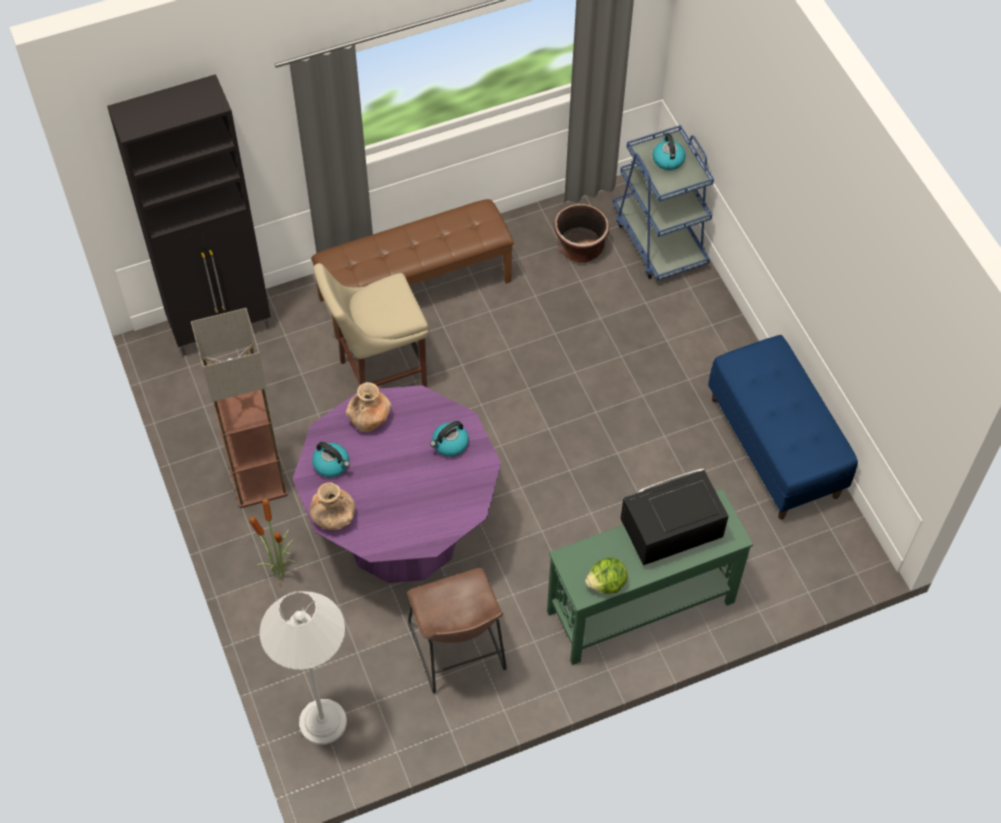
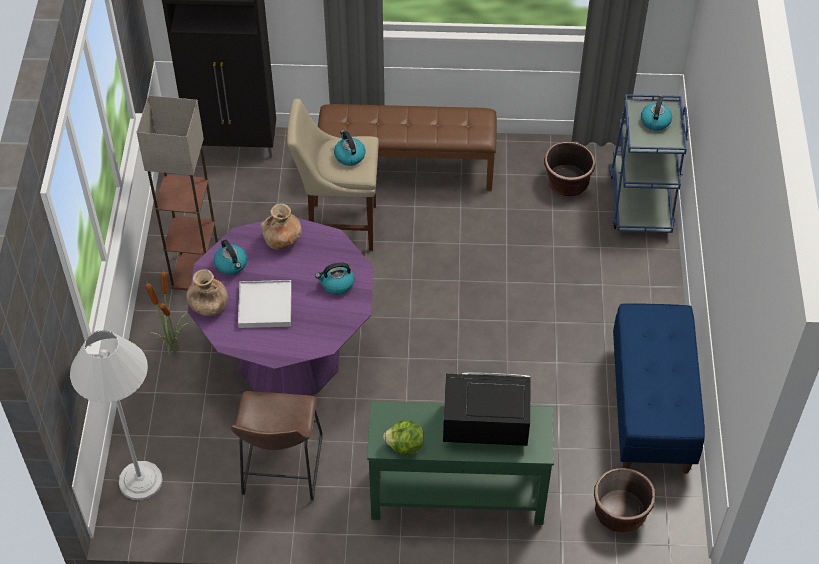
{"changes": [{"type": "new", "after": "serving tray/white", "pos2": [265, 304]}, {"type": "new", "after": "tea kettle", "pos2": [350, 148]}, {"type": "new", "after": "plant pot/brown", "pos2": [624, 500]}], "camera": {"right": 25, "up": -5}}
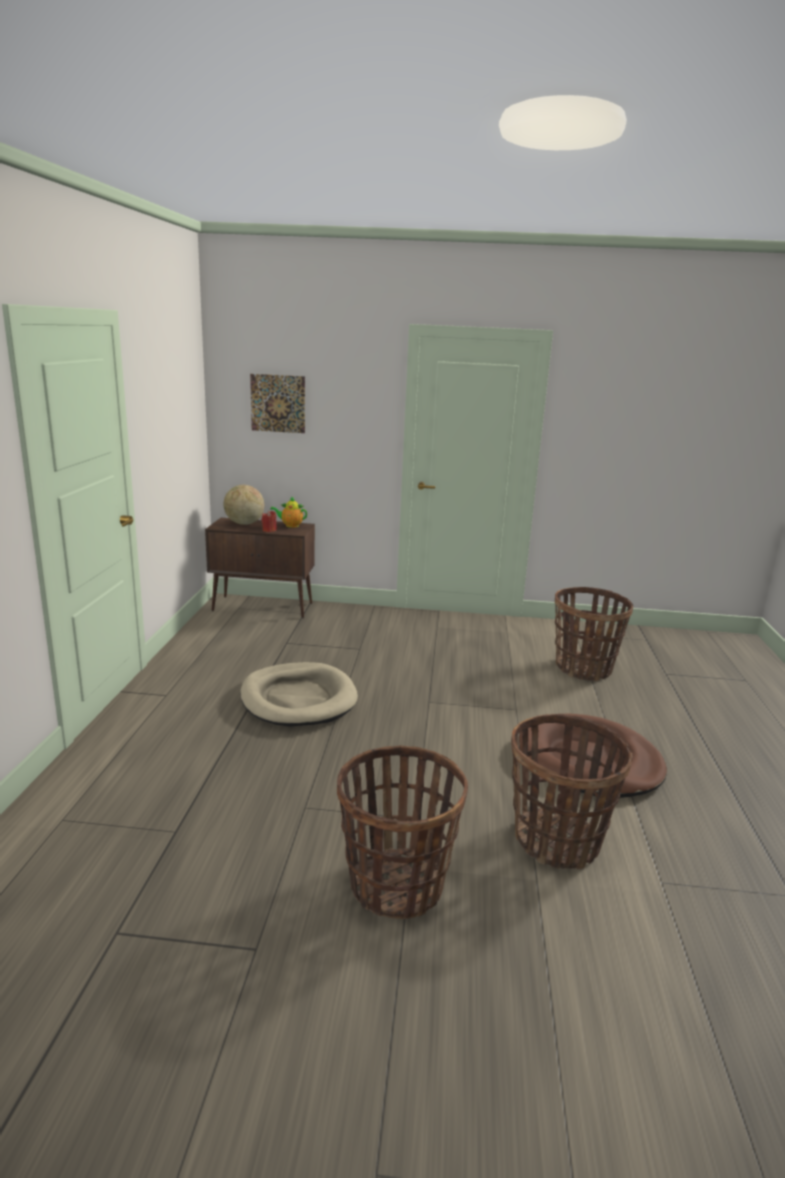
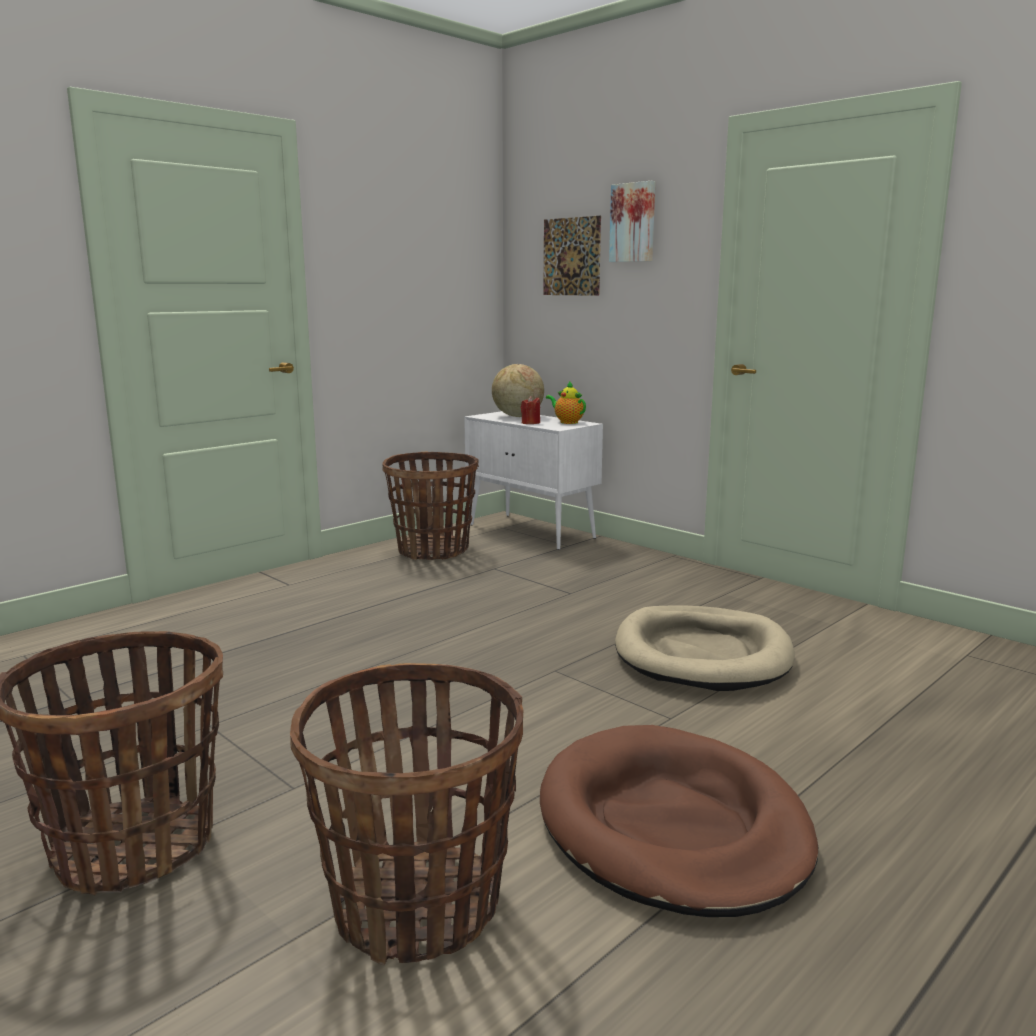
{"changes": [{"type": "shifted", "before": "household basket", "pos1": [594, 634], "pos2": [430, 506]}, {"type": "repainted", "before": "storage cabinet/brown", "after": "storage cabinet/white", "pos1": [260, 568], "pos2": [533, 480]}, {"type": "new", "after": "wall art", "pos2": [632, 221]}, {"type": "shifted", "before": "dog cushion/beige-coloured", "pos1": [299, 694], "pos2": [705, 648]}], "camera": {"right": 40, "up": -5}}
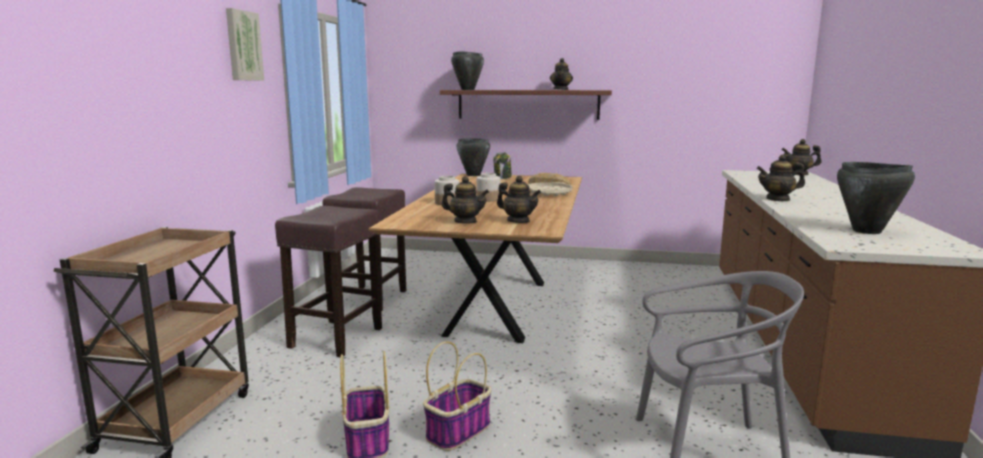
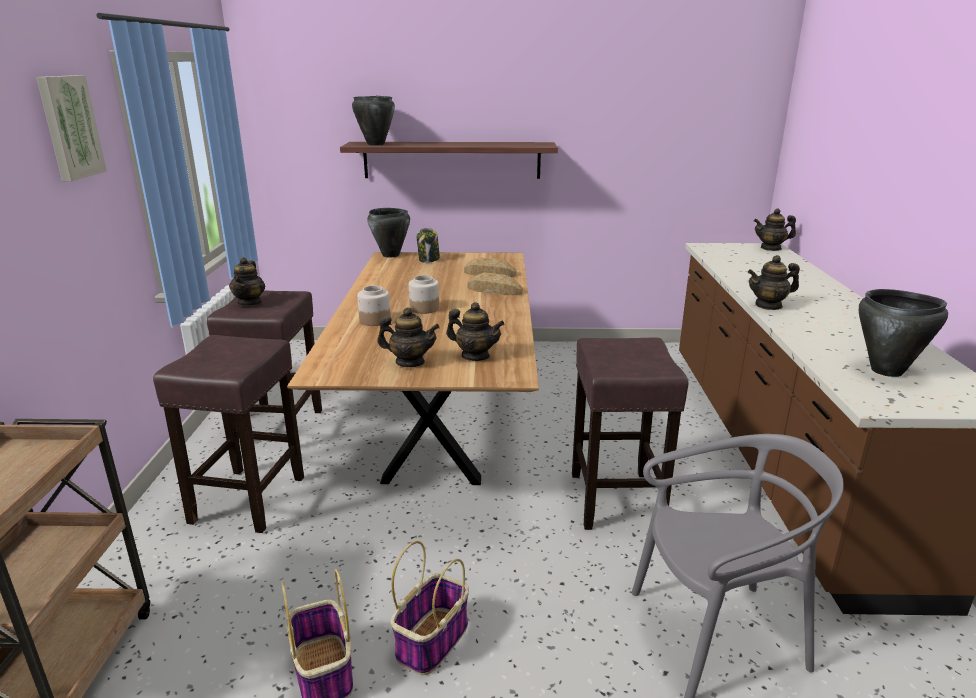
{"changes": [{"type": "shifted", "before": "tea pot", "pos1": [561, 74], "pos2": [247, 281]}, {"type": "swapped", "before": "serving tray/beige-coloured", "after": "bread", "pos1": [550, 189], "pos2": [495, 284]}, {"type": "new", "after": "stool/brown", "pos2": [630, 433]}], "camera": {"right": -10, "up": 10}}
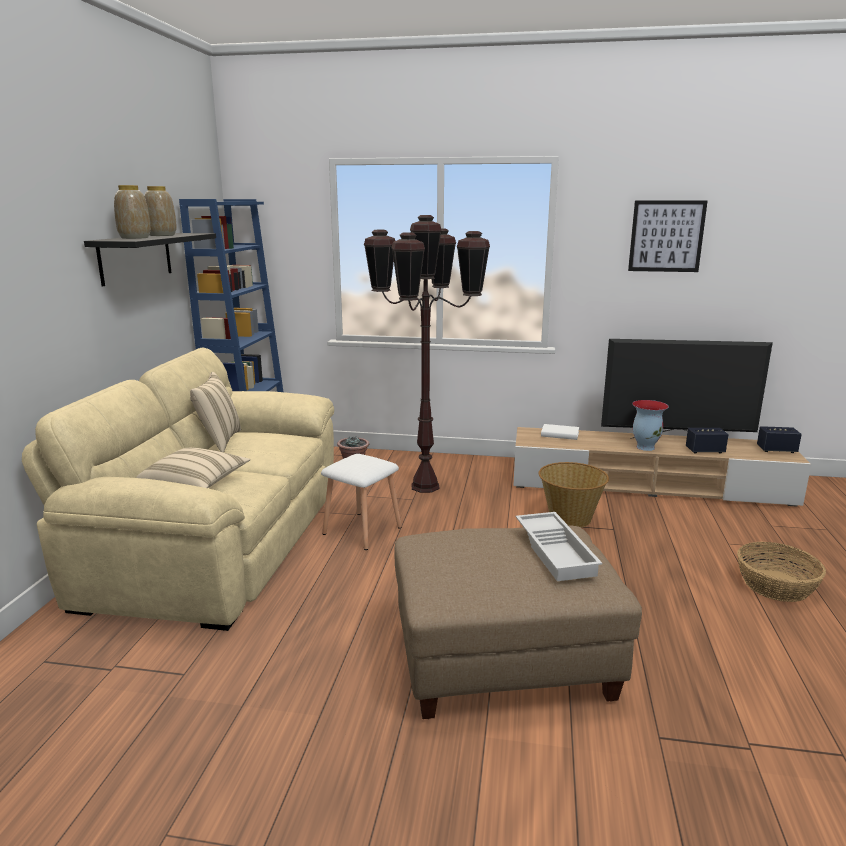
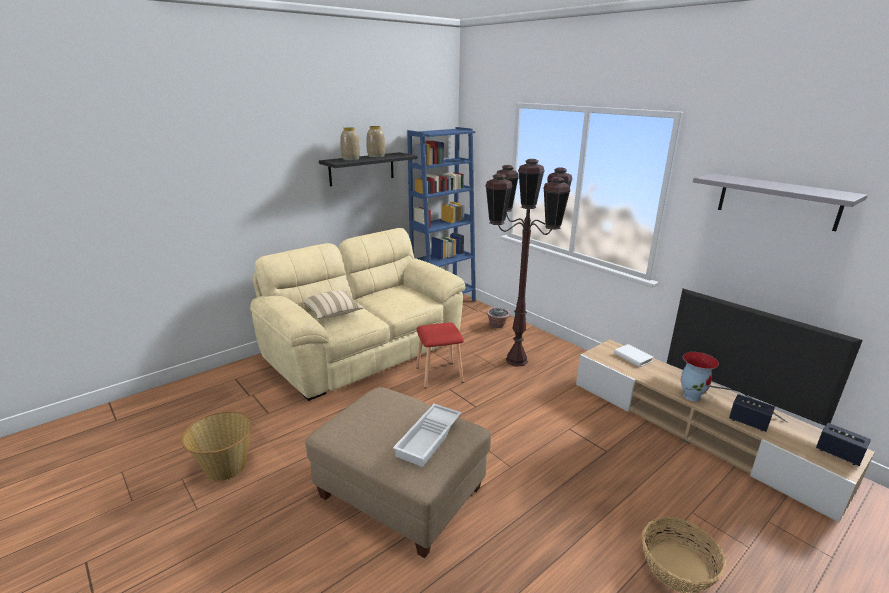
{"changes": [{"type": "shifted", "before": "household basket", "pos1": [574, 495], "pos2": [216, 446]}, {"type": "repainted", "before": "stool/white", "after": "stool/reddish", "pos1": [361, 502], "pos2": [440, 355]}, {"type": "swapped", "before": "wall art", "after": "bracket shelf/grey", "pos1": [668, 236], "pos2": [780, 202]}, {"type": "gone", "before": "pillow/beige-coloured", "pos1": [215, 412]}], "camera": {"right": 40, "up": 5}}
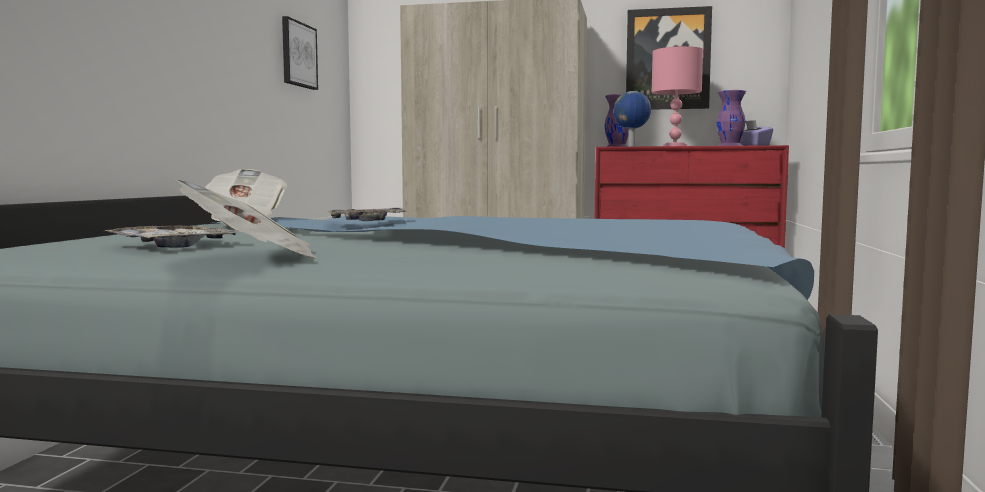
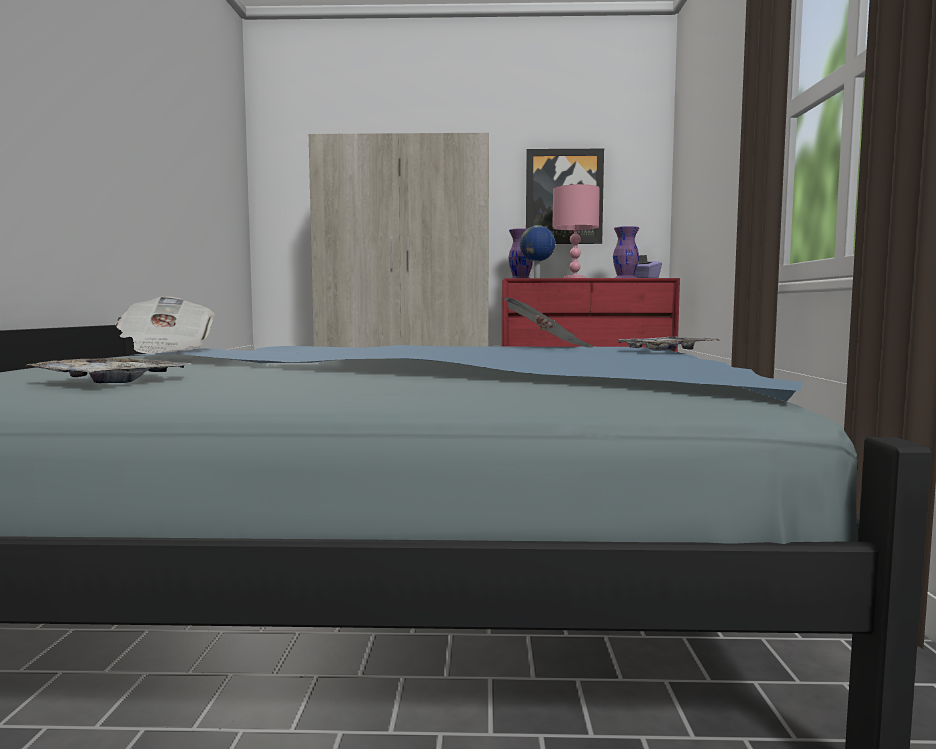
{"changes": [{"type": "shifted", "before": "printed paper", "pos1": [245, 218], "pos2": [548, 322]}, {"type": "shifted", "before": "serving tray", "pos1": [367, 214], "pos2": [668, 343]}, {"type": "gone", "before": "wall art", "pos1": [300, 53]}], "camera": {"right": -10, "up": 0}}
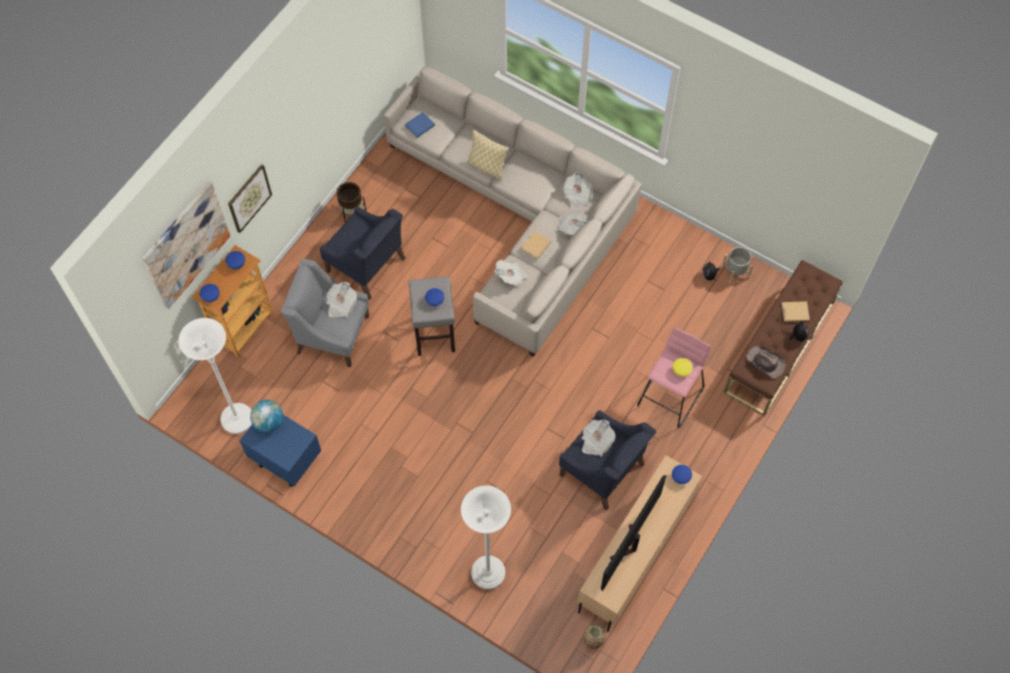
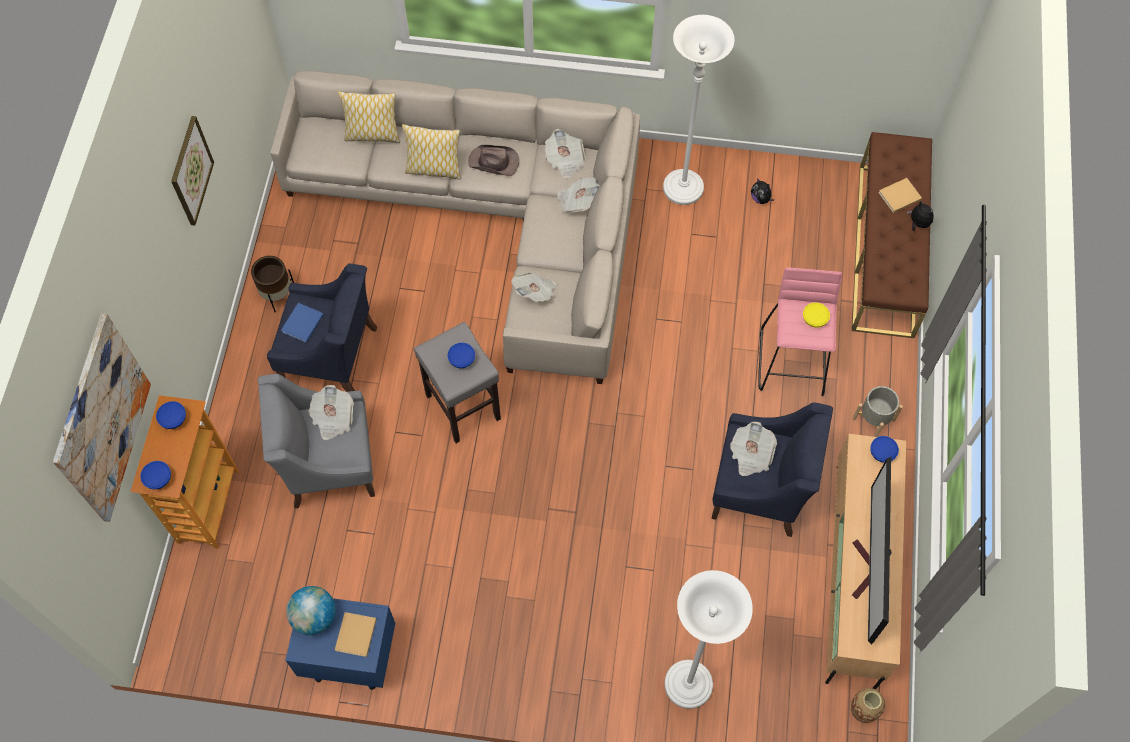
{"changes": [{"type": "shifted", "before": "wall art", "pos1": [250, 198], "pos2": [192, 171]}, {"type": "shifted", "before": "book/blue-coloured", "pos1": [420, 125], "pos2": [302, 323]}, {"type": "shifted", "before": "book/beige-coloured", "pos1": [536, 245], "pos2": [356, 634]}, {"type": "new", "after": "pillow", "pos2": [369, 117]}, {"type": "shifted", "before": "clothing hat/brown", "pos1": [766, 362], "pos2": [493, 160]}, {"type": "shifted", "before": "floor lamp/white", "pos1": [215, 376], "pos2": [698, 110]}, {"type": "shifted", "before": "plant pot/grey", "pos1": [737, 265], "pos2": [877, 411]}], "camera": {"right": -25, "up": 0}}
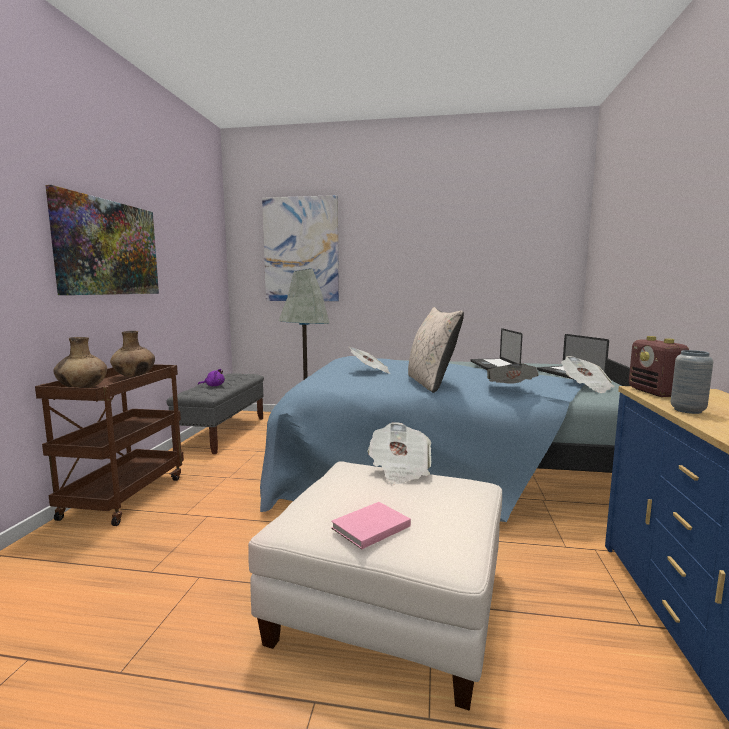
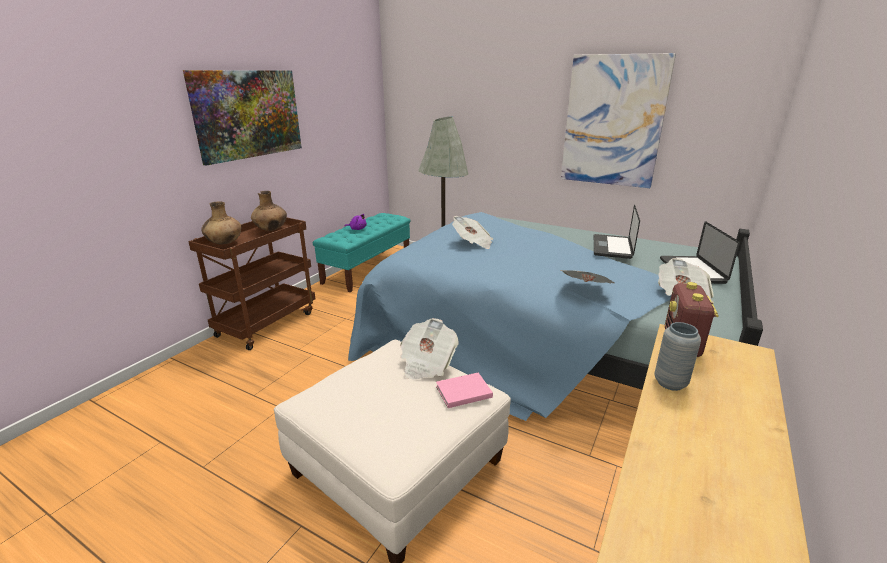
{"changes": [{"type": "repainted", "before": "long seat/grey", "after": "long seat/turquoise", "pos1": [215, 413], "pos2": [362, 252]}, {"type": "shifted", "before": "book/pink", "pos1": [371, 525], "pos2": [464, 390]}, {"type": "shifted", "before": "wall art", "pos1": [300, 248], "pos2": [618, 120]}, {"type": "gone", "before": "pillow/beige-coloured", "pos1": [436, 350]}], "camera": {"right": 20, "up": 15}}
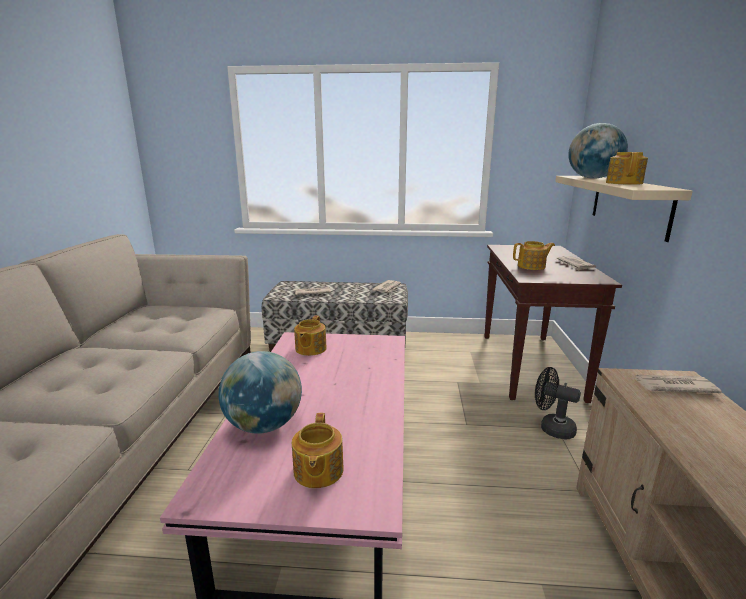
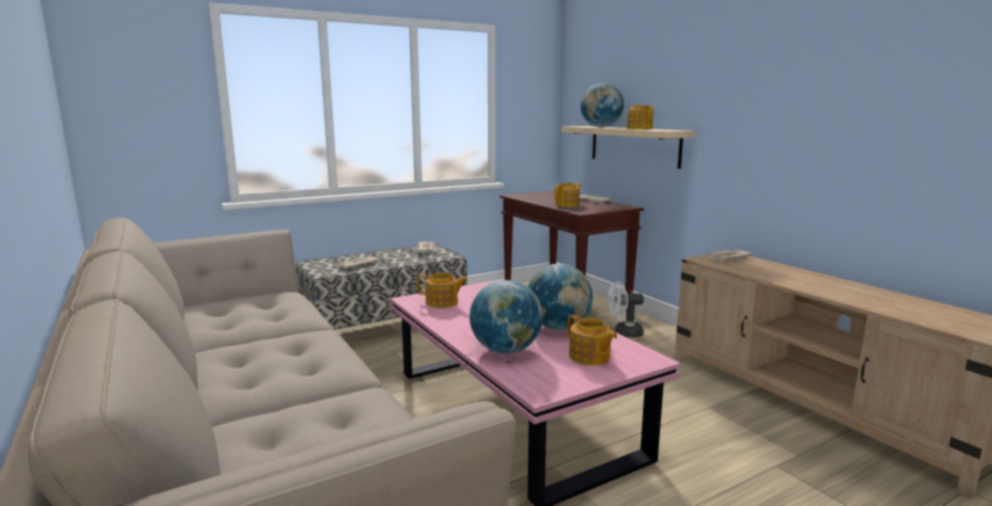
{"changes": [{"type": "rotated", "before": "tea pot", "pos1": [310, 336], "pos2": [442, 290], "turn": -60}, {"type": "new", "after": "desk globe", "pos2": [560, 297]}, {"type": "repainted", "before": "fan/black-coloured", "after": "fan/white", "pos1": [558, 403], "pos2": [626, 309]}], "camera": {"right": -35, "up": -5}}
